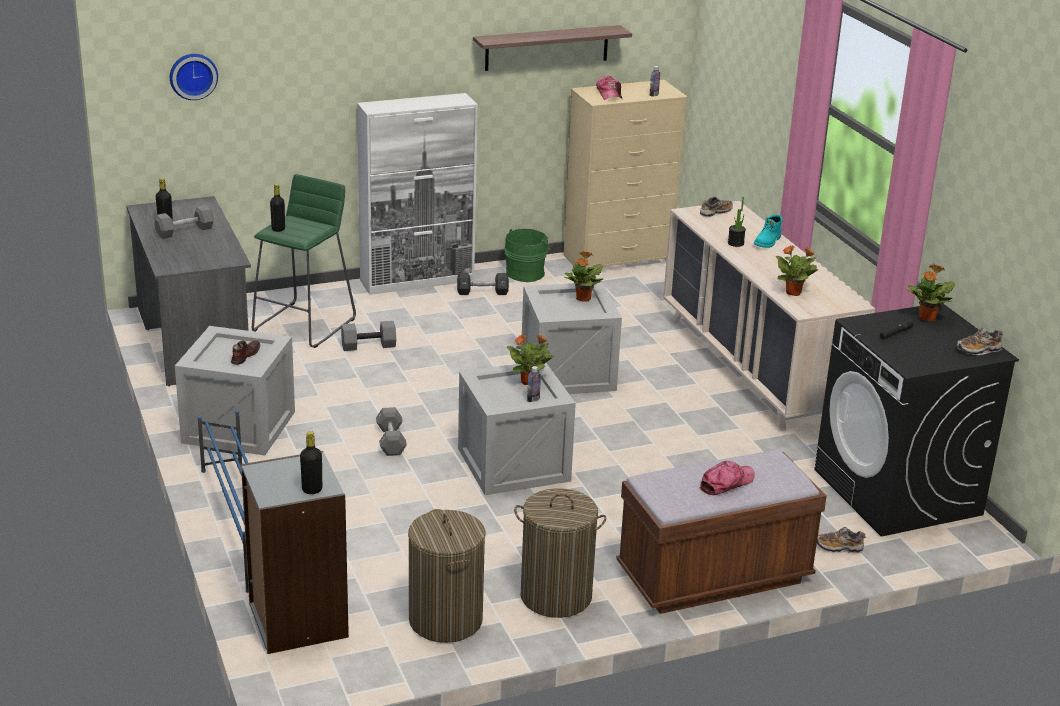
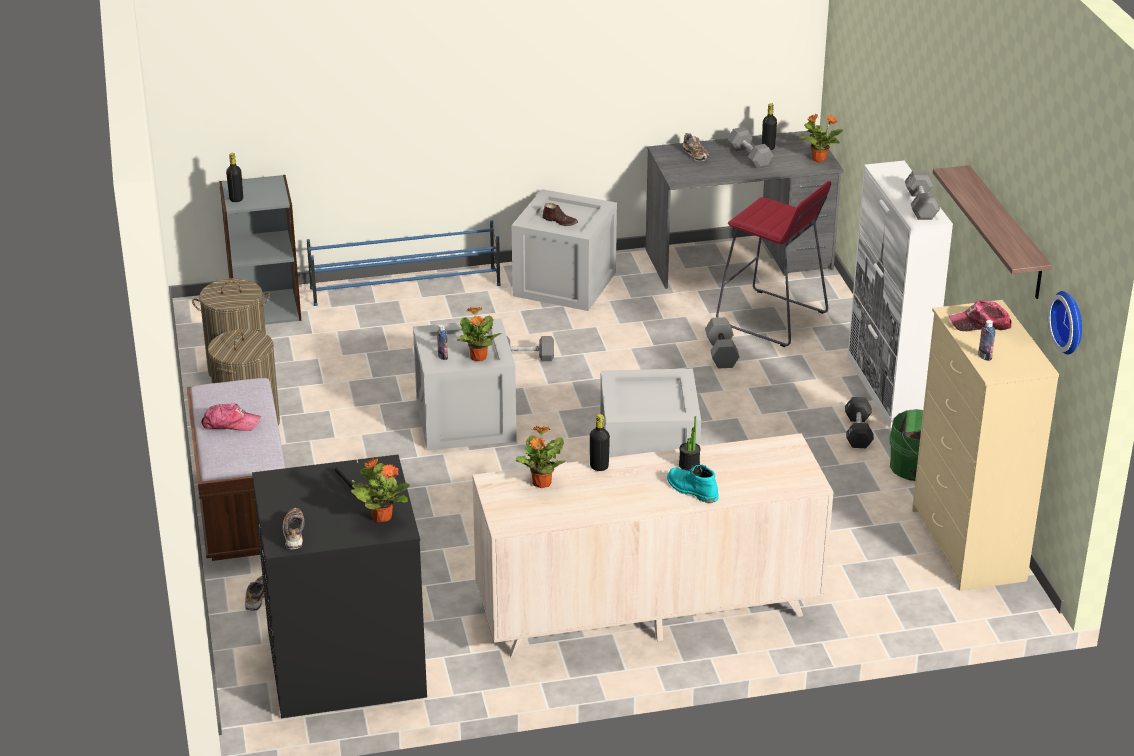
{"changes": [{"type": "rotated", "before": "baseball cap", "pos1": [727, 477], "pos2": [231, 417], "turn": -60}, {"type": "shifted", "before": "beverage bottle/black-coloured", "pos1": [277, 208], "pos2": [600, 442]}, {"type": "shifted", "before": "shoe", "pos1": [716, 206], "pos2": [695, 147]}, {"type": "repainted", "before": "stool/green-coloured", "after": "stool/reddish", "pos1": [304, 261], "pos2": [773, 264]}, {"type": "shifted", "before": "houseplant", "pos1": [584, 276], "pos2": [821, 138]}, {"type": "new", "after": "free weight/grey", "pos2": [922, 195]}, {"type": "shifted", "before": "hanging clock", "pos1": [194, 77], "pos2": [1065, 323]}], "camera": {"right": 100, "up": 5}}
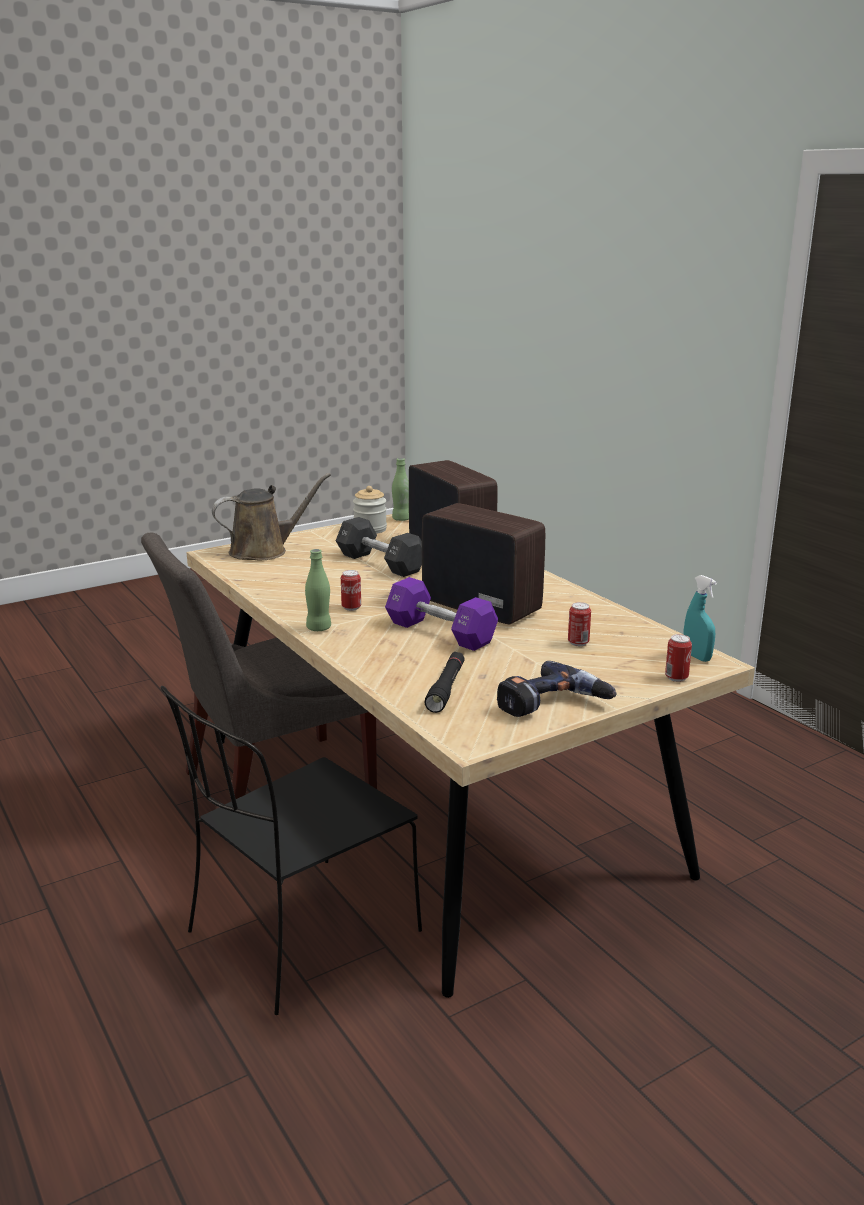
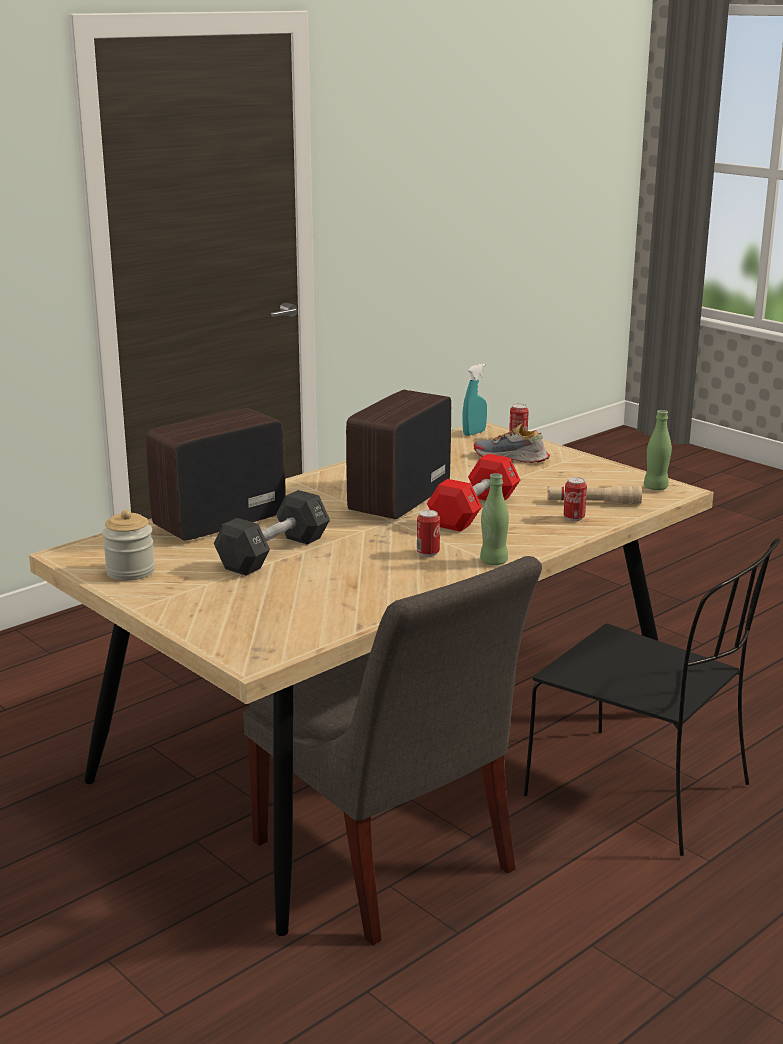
{"changes": [{"type": "repainted", "before": "free weight/purplish", "after": "free weight/reddish", "pos1": [441, 614], "pos2": [473, 493]}, {"type": "new", "after": "shoe", "pos2": [512, 443]}, {"type": "repainted", "before": "torch/black-coloured", "after": "torch/beige-coloured", "pos1": [444, 682], "pos2": [594, 495]}, {"type": "shifted", "before": "metal can", "pos1": [579, 624], "pos2": [575, 499]}, {"type": "shifted", "before": "beverage bottle/green-coloured", "pos1": [400, 489], "pos2": [658, 450]}, {"type": "gone", "before": "sprinkling can/brown", "pos1": [271, 516]}, {"type": "gone", "before": "power drill", "pos1": [556, 689]}], "camera": {"right": -100, "up": 0}}
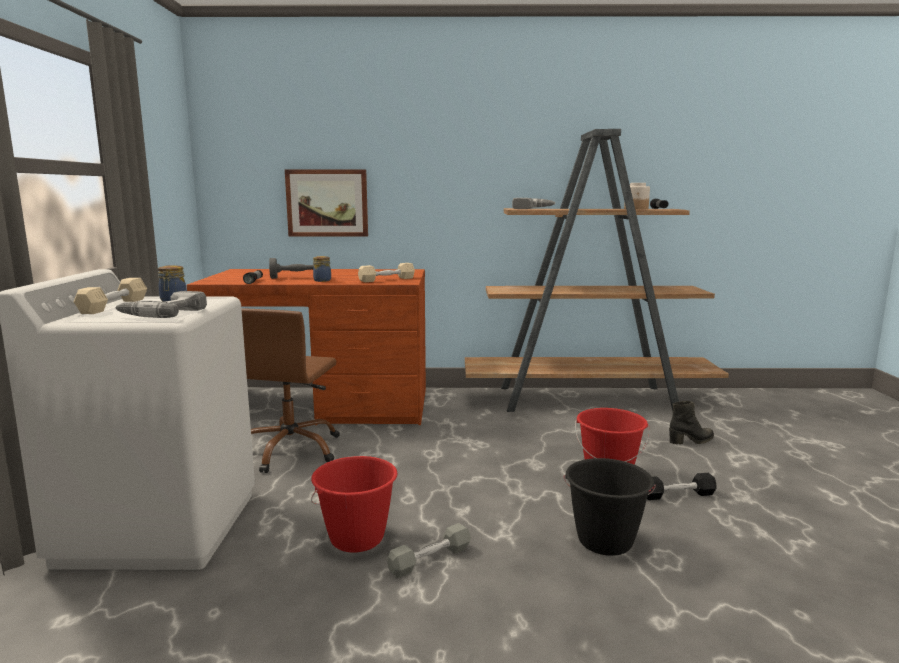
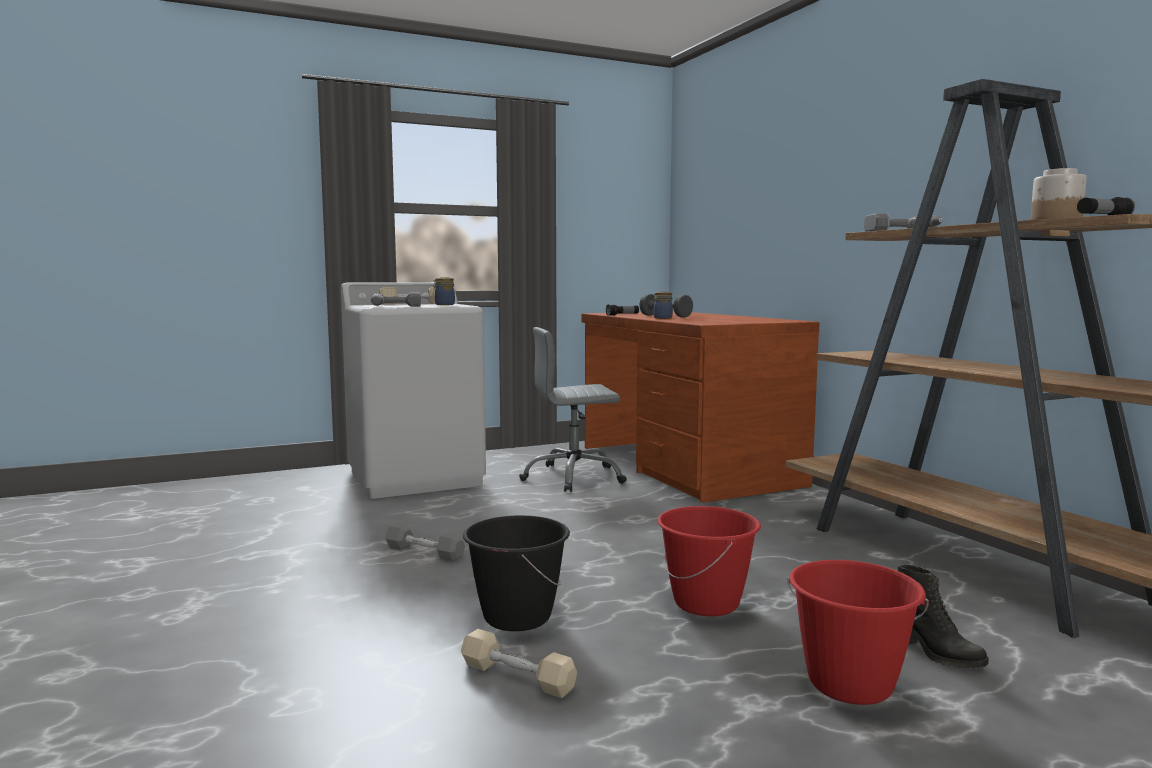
{"changes": [{"type": "shifted", "before": "free weight/beige-coloured", "pos1": [386, 272], "pos2": [519, 663]}, {"type": "repainted", "before": "computer chair/brown", "after": "computer chair/grey", "pos1": [290, 390], "pos2": [573, 409]}, {"type": "shifted", "before": "bucket/reddish", "pos1": [354, 504], "pos2": [858, 632]}, {"type": "gone", "before": "wall art", "pos1": [326, 203]}, {"type": "gone", "before": "free weight/black-coloured", "pos1": [682, 486]}], "camera": {"right": 65, "up": -5}}
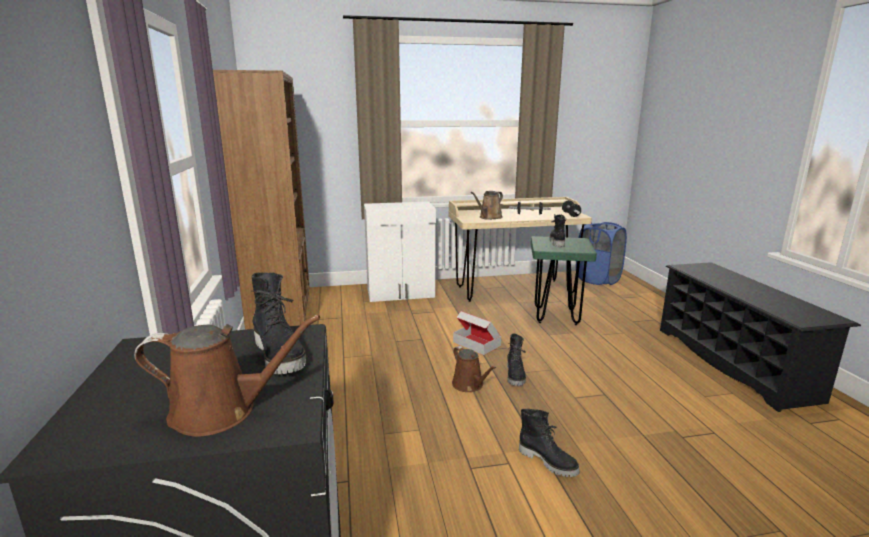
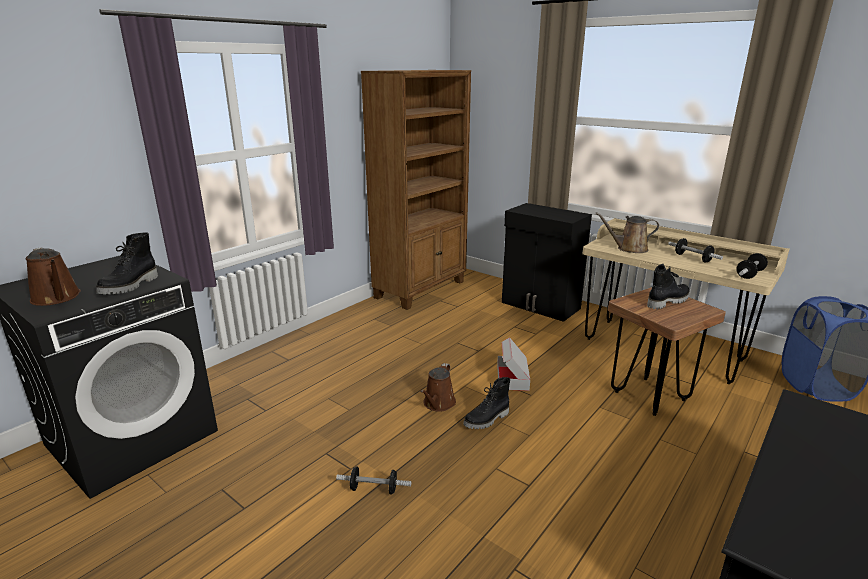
{"changes": [{"type": "swapped", "before": "boot/black-coloured", "after": "free weight", "pos1": [549, 443], "pos2": [373, 480]}, {"type": "repainted", "before": "storage cabinet/white", "after": "storage cabinet/black-coloured", "pos1": [400, 251], "pos2": [547, 262]}, {"type": "repainted", "before": "stool/green-coloured", "after": "stool/brown", "pos1": [564, 280], "pos2": [667, 351]}], "camera": {"right": 50, "up": 5}}
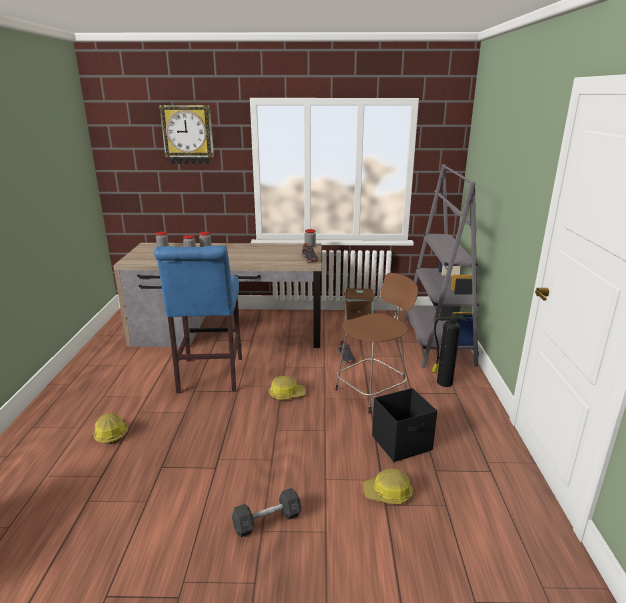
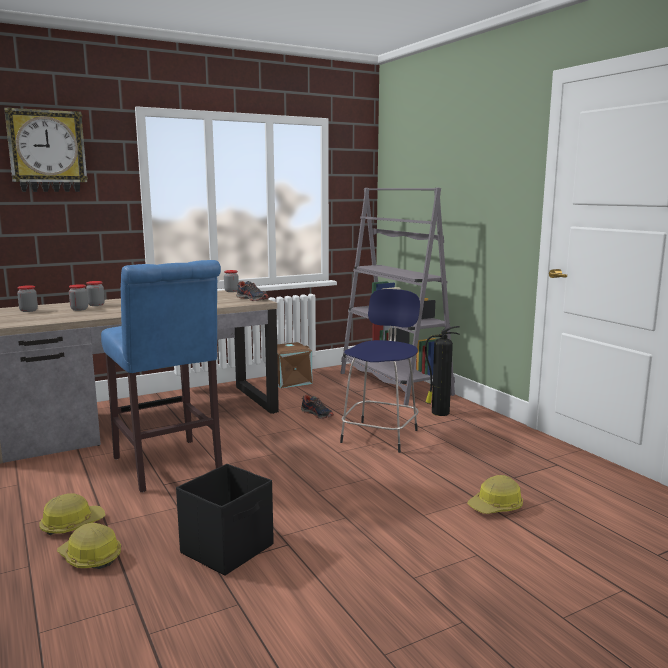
{"changes": [{"type": "shifted", "before": "work helmet", "pos1": [287, 388], "pos2": [72, 514]}, {"type": "shifted", "before": "storage container/black-coloured", "pos1": [404, 425], "pos2": [225, 520]}, {"type": "repainted", "before": "stool/brown", "after": "stool/blue-coloured", "pos1": [376, 343], "pos2": [380, 371]}, {"type": "gone", "before": "free weight/grey", "pos1": [266, 512]}], "camera": {"right": -30, "up": -10}}
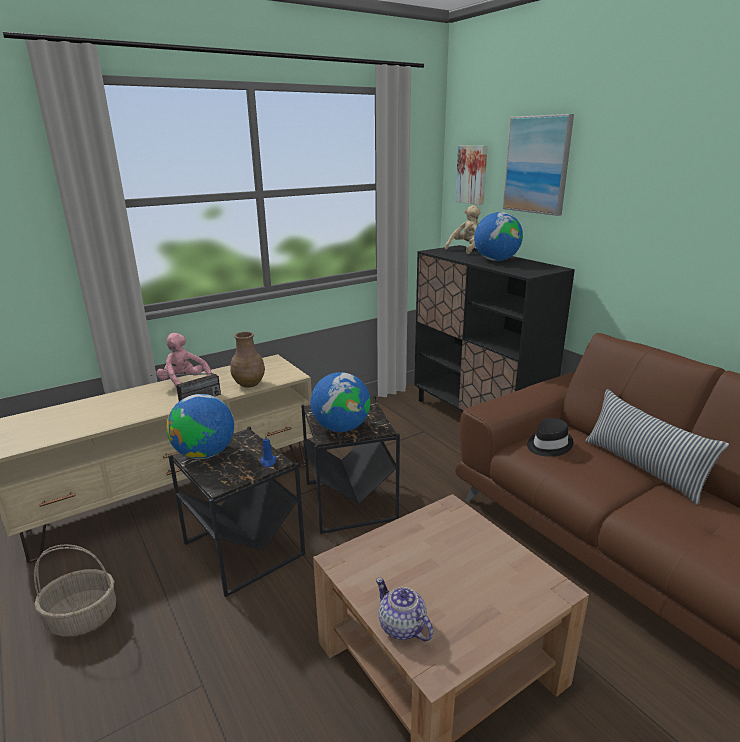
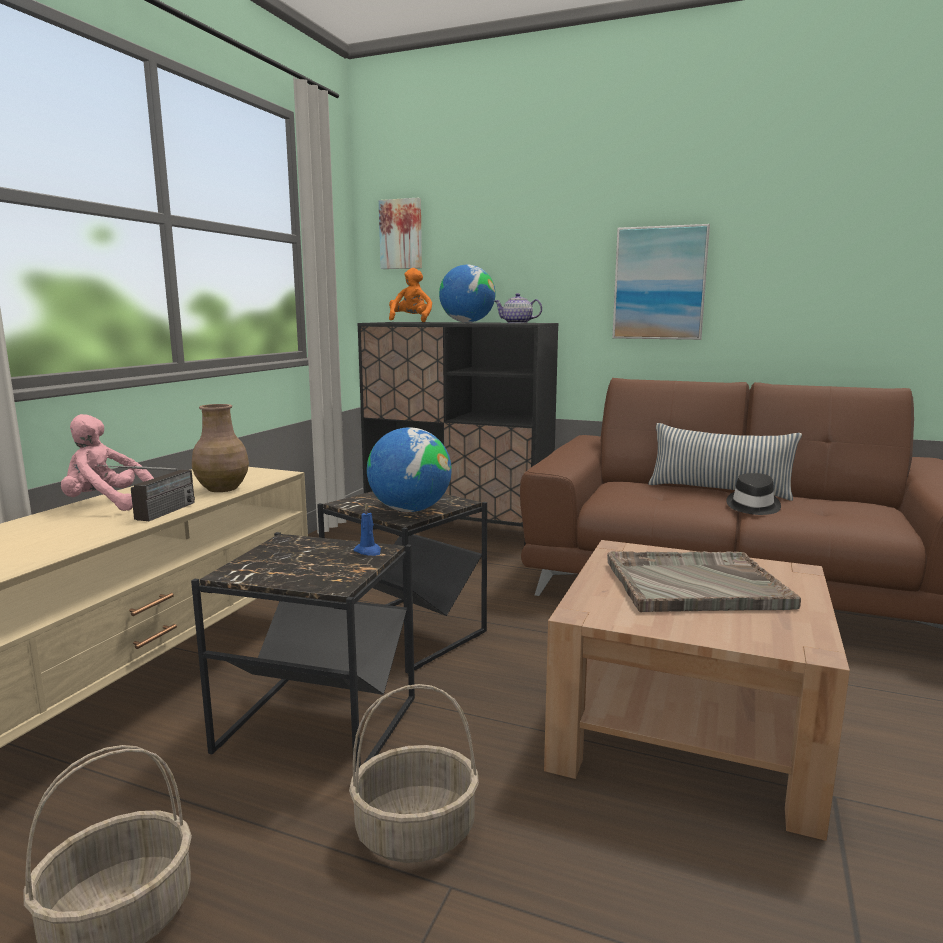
{"changes": [{"type": "new", "after": "household basket", "pos2": [414, 773]}, {"type": "repainted", "before": "soft toy/beige-coloured", "after": "soft toy/orange", "pos1": [463, 229], "pos2": [410, 295]}, {"type": "shifted", "before": "tea pot", "pos1": [404, 609], "pos2": [518, 308]}, {"type": "new", "after": "serving tray/grey", "pos2": [704, 581]}, {"type": "shifted", "before": "wall art", "pos1": [538, 165], "pos2": [661, 282]}, {"type": "shifted", "before": "clothing hat/black-coloured", "pos1": [550, 437], "pos2": [753, 494]}, {"type": "gone", "before": "desk globe", "pos1": [200, 426]}], "camera": {"right": -35, "up": -10}}
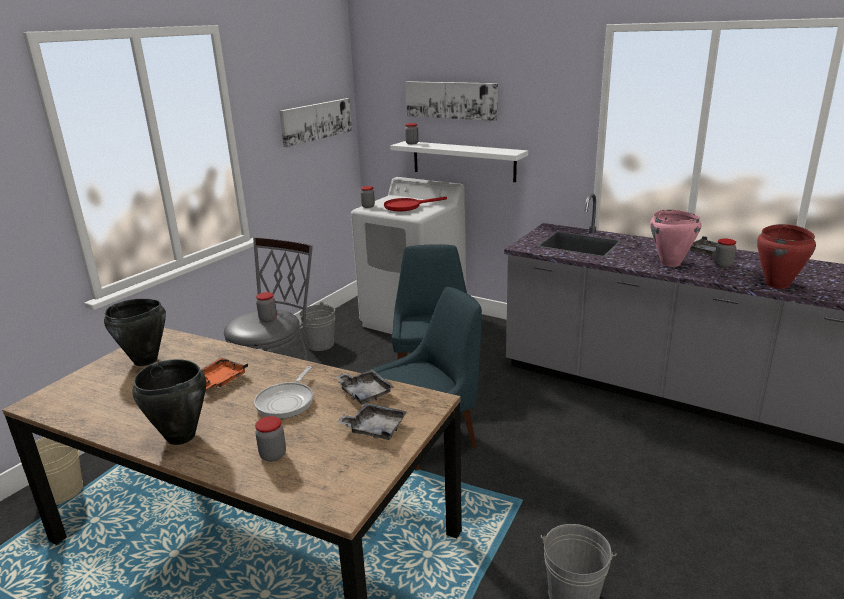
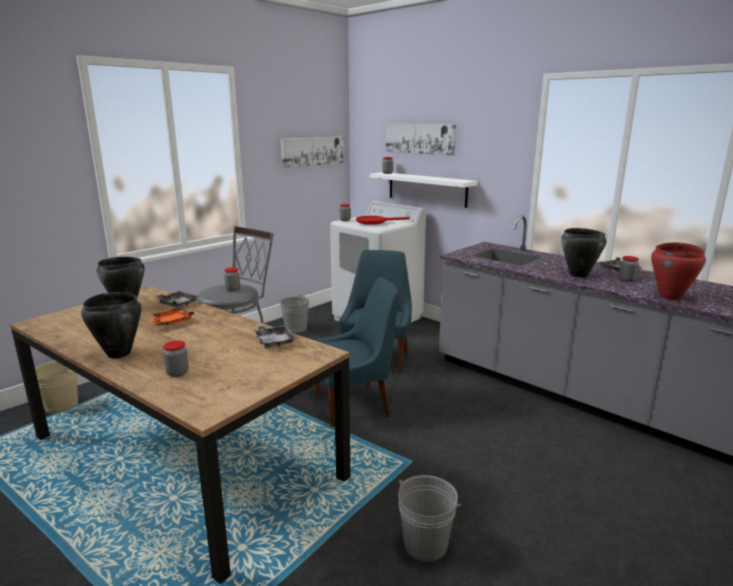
{"changes": [{"type": "shifted", "before": "serving tray/grey", "pos1": [372, 421], "pos2": [176, 299]}, {"type": "repainted", "before": "cooking pot/pink", "after": "cooking pot/black-coloured", "pos1": [675, 238], "pos2": [584, 253]}, {"type": "gone", "before": "frying pan", "pos1": [283, 392]}], "camera": {"right": 10, "up": -5}}
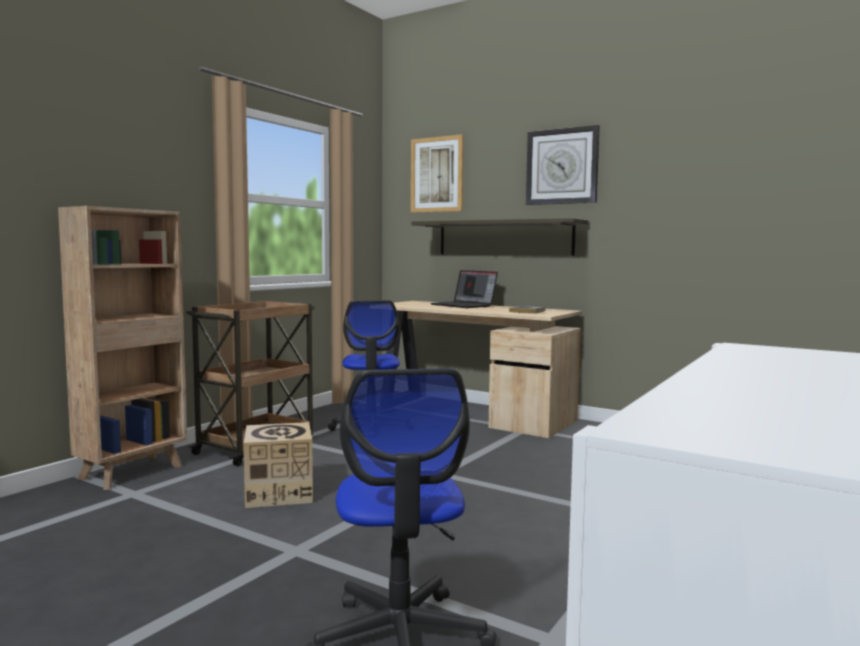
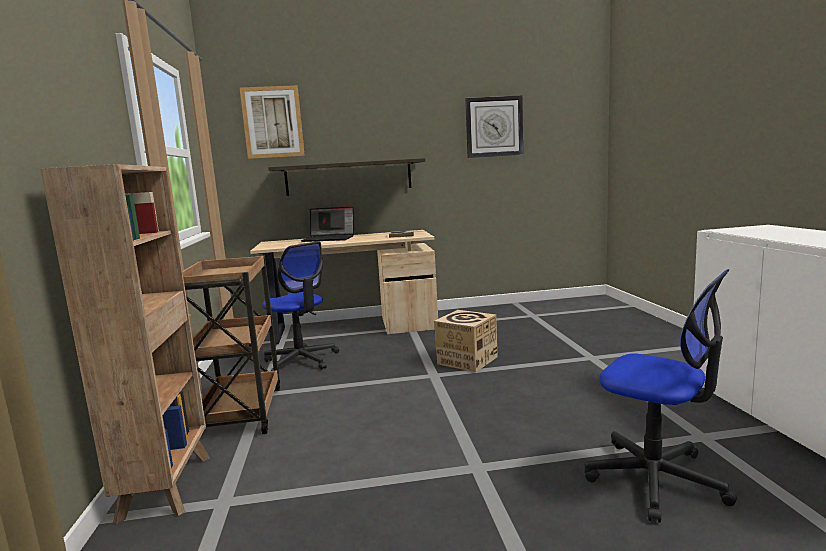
{"changes": [{"type": "shifted", "before": "carton", "pos1": [278, 465], "pos2": [466, 341]}, {"type": "shifted", "before": "hanging clock", "pos1": [563, 165], "pos2": [494, 127]}], "camera": {"right": -40, "up": 5}}
